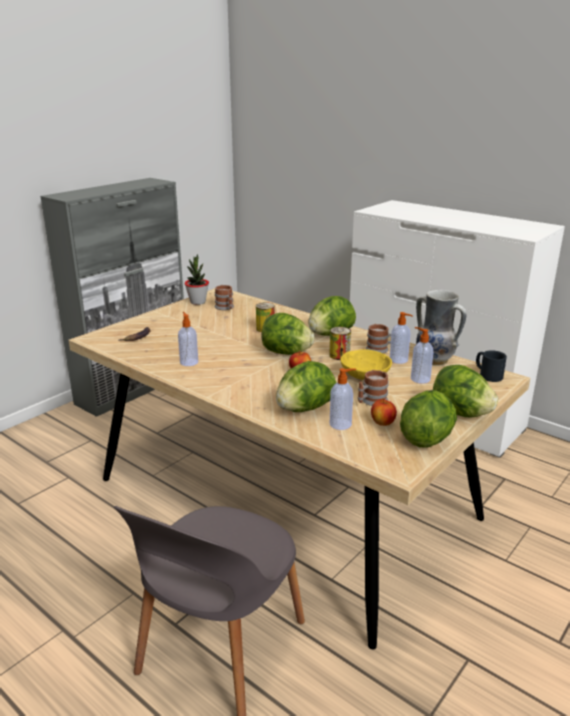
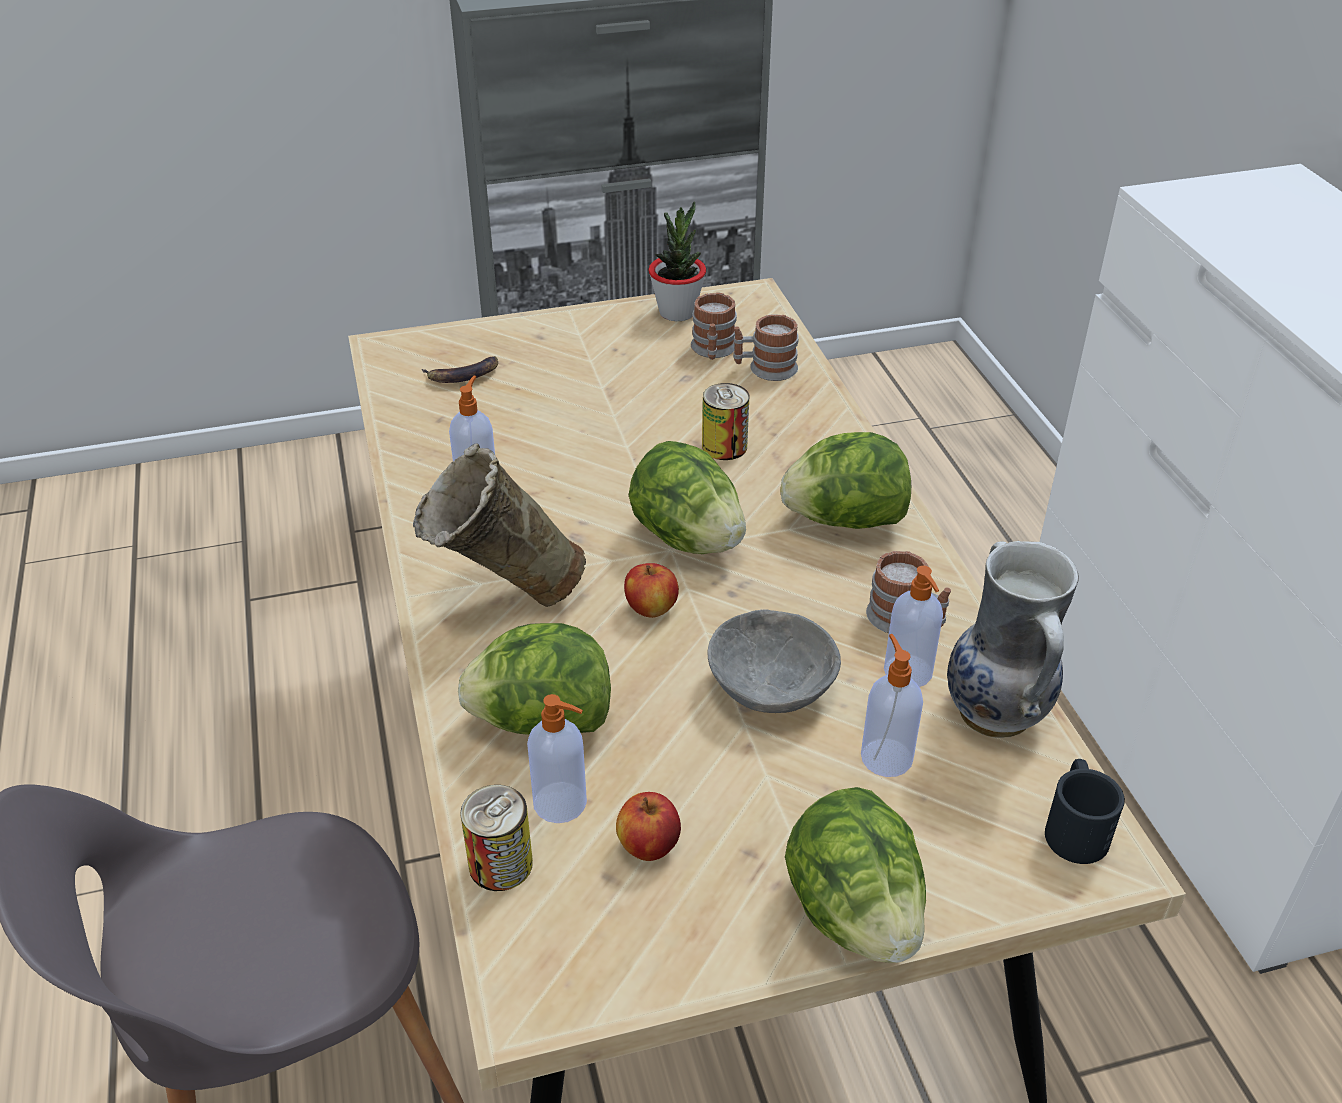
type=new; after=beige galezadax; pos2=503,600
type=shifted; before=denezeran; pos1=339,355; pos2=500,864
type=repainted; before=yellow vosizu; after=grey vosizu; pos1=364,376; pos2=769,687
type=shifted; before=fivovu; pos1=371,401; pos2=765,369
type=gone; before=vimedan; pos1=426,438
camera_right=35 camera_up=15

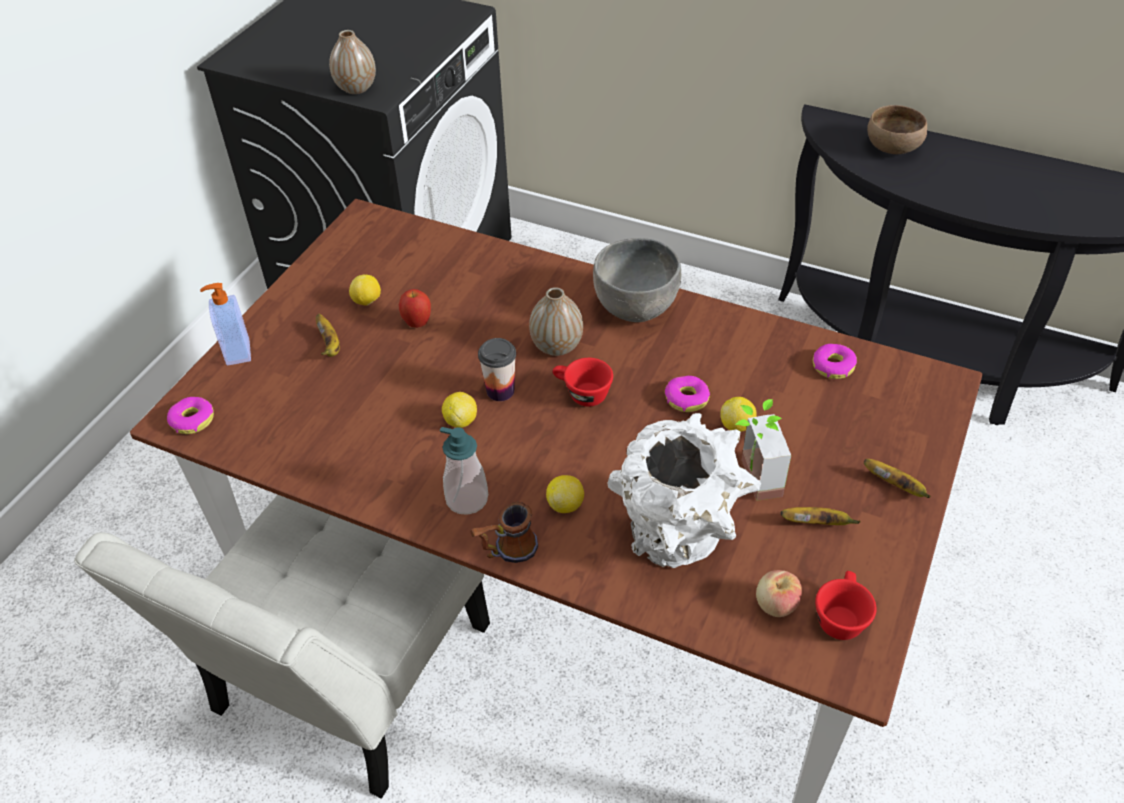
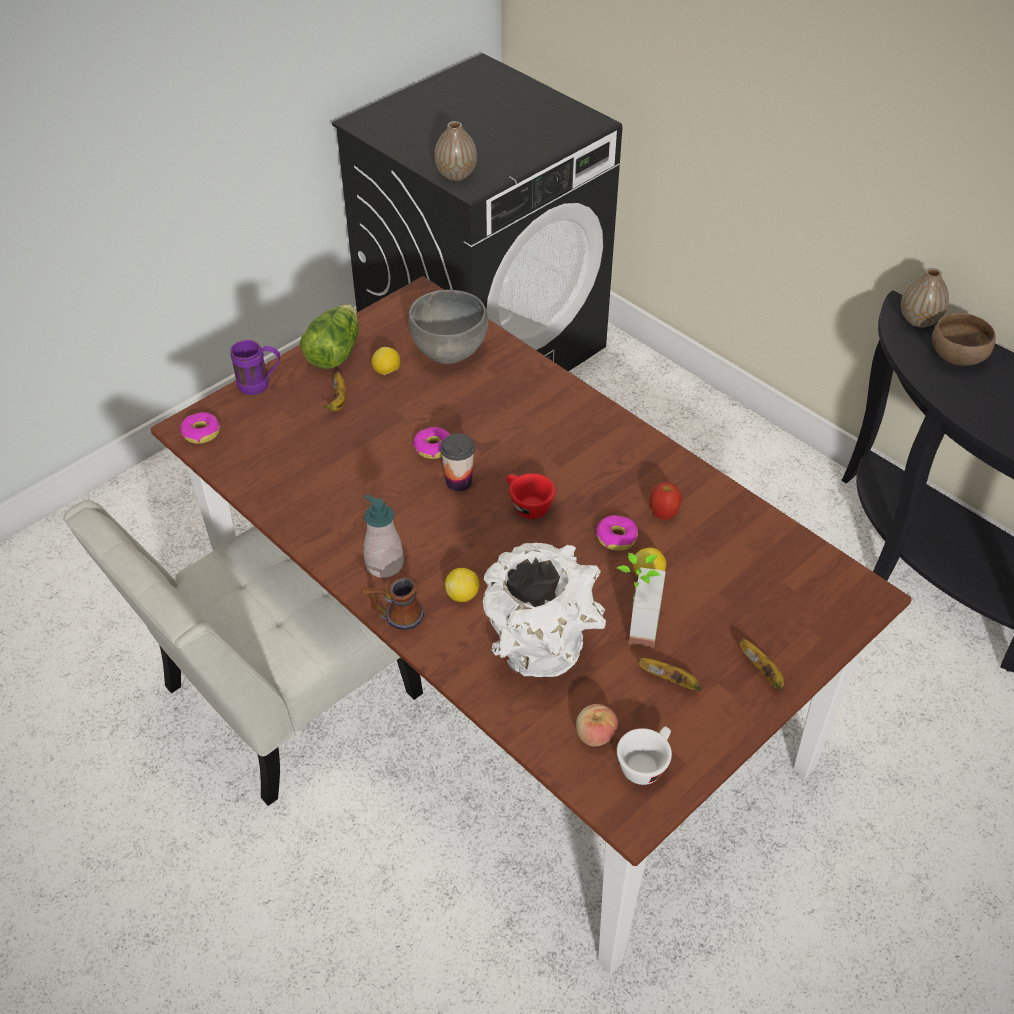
type=swapped; before=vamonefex; after=purple fivovu; pos1=236,352; pos2=261,386
type=new; after=vimedan; pos2=334,352
type=shifted; before=grey vosizu; pos1=635,309; pos2=448,352
type=shifted; before=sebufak; pos1=832,366; pos2=433,447
type=repainted; before=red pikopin; after=white pikopin; pos1=840,616; pos2=645,763
type=shifted; before=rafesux; pos1=417,323; pos2=663,514
type=shifted; before=galezadax; pos1=557,346; pos2=919,320
type=gone; before=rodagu; pos1=460,421
camera_right=20 camera_up=0

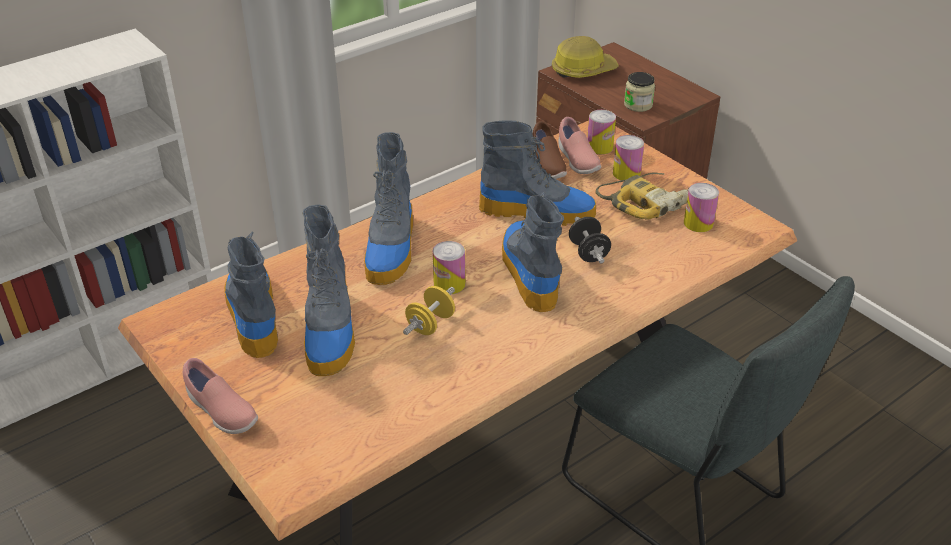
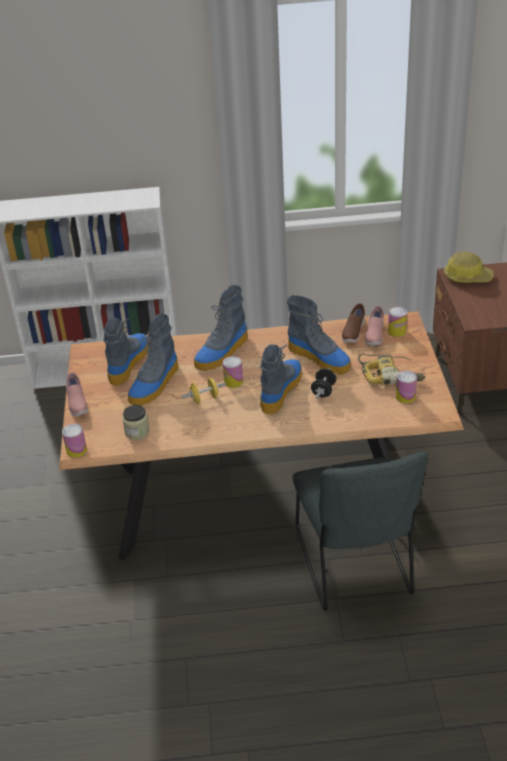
type=shifted; before=denezeran; pos1=626,173; pos2=76,450
type=shifted; before=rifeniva; pos1=638,105; pos2=137,432
camera_right=35 camera_up=0

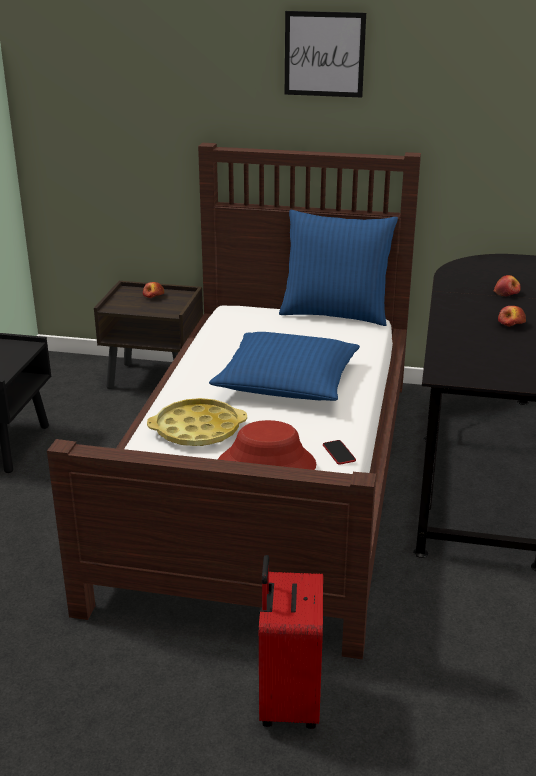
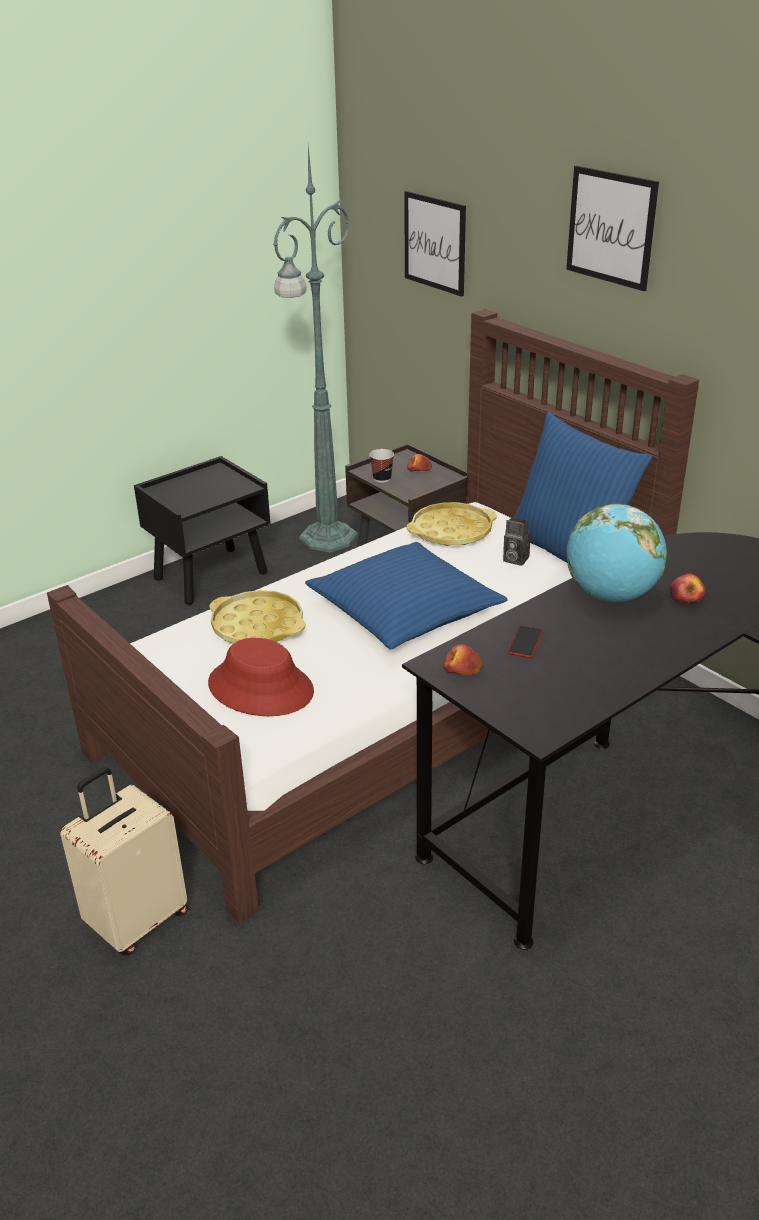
type=repainted; before=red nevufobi; after=beige nevufobi; pos1=287,701; pos2=137,920
type=new; after=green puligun; pos2=325,539
type=new; after=pikopin; pos2=382,478
type=new; after=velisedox; pos2=435,243
type=new; after=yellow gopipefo; pos2=451,531
type=shifted; before=rafesux; pos1=511,324; pos2=462,670
type=new; after=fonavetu; pos2=514,559
type=shifted; before=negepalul; pos1=339,453; pos2=525,642
type=new; after=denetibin; pos2=611,595
camera_right=40 camera_up=5

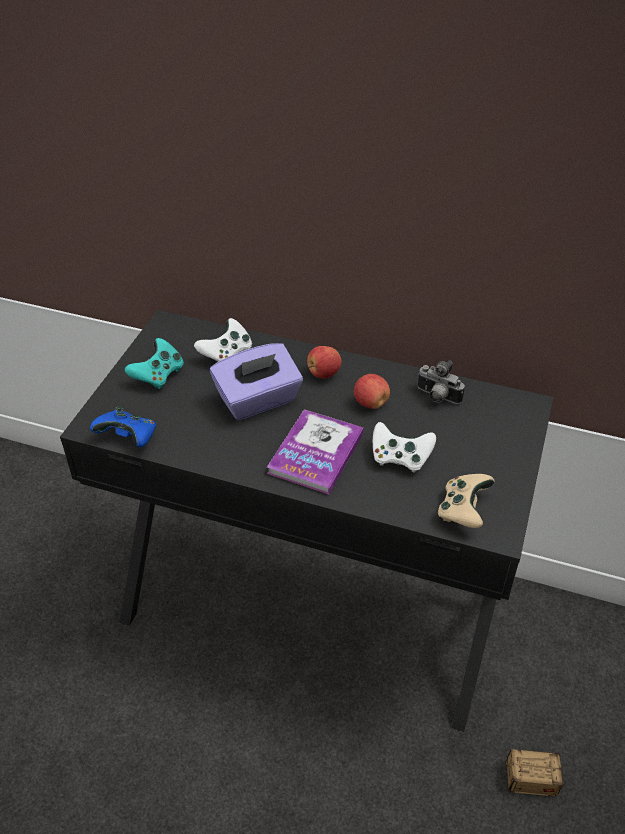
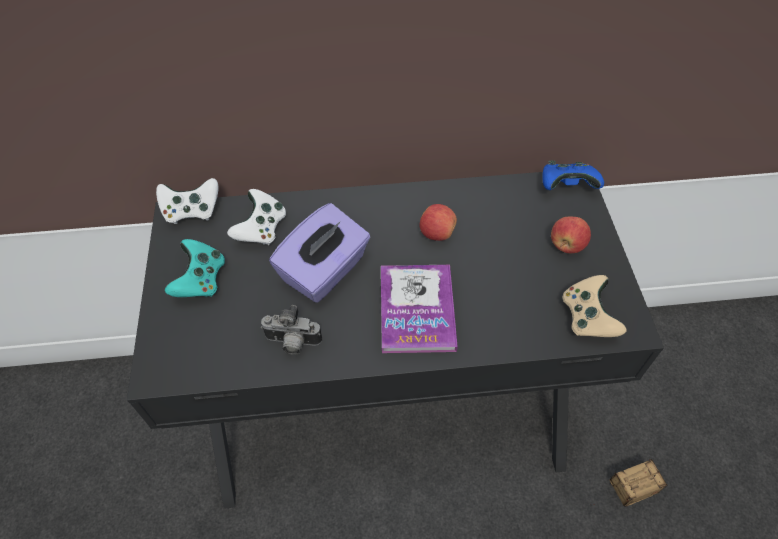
type=shifted; before=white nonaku; pos1=400,458; pos2=191,211
type=shifted; before=fonavetu; pos1=437,397; pos2=292,343
type=shifted; before=blue nonaku; pos1=129,438; pos2=566,186
type=shifted; before=rafesux; pos1=323,373; pos2=566,245
camera_right=-25 camera_up=10

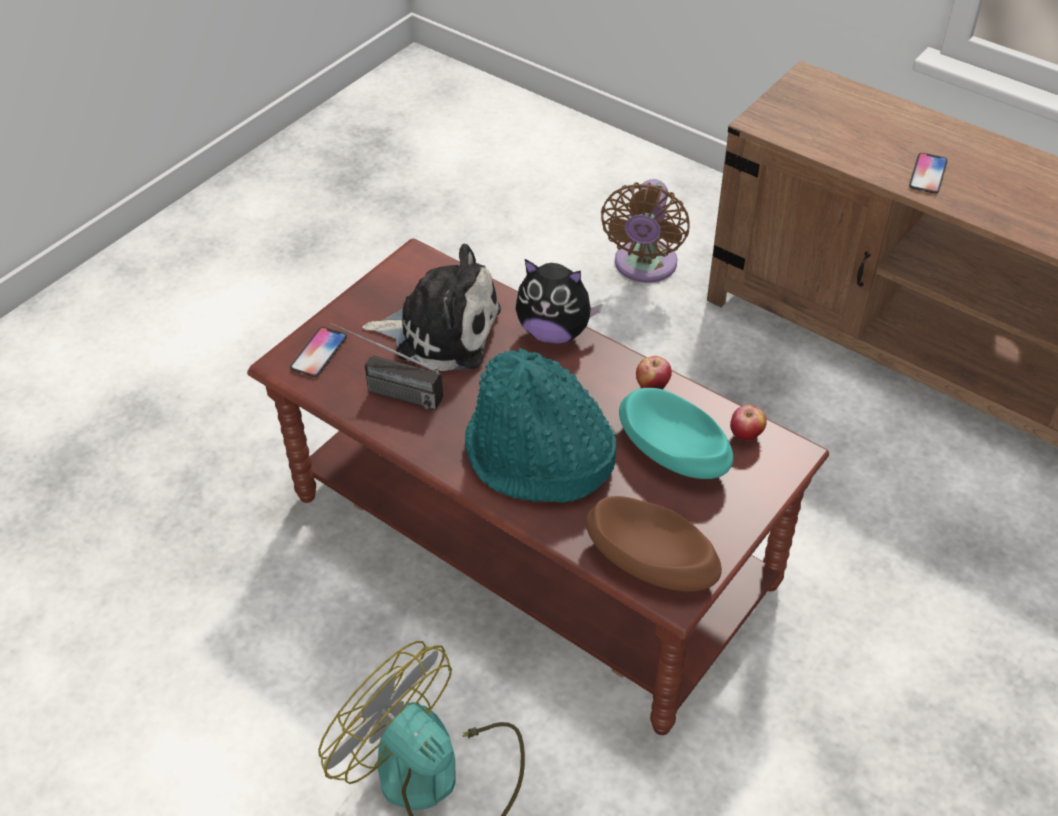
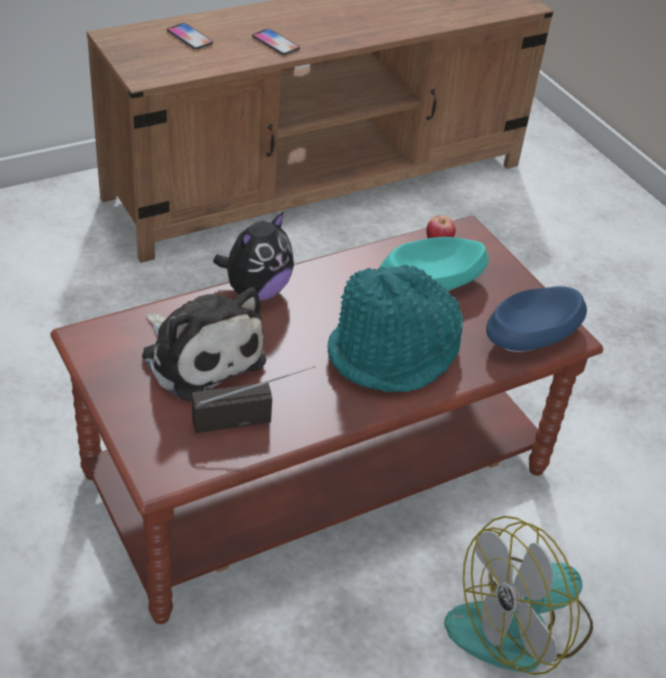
type=rotated; before=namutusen; pos1=441,331; pos2=200,355; turn=105
type=shifted; before=negepalul; pos1=319,353; pos2=189,37
type=rotated; before=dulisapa; pos1=386,391; pos2=251,417; turn=-150
type=repainted; before=brown vosizu; after=blue vosizu; pos1=649,561; pos2=532,336
type=gone; before=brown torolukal; pos1=644,266
type=gone; before=rafesux; pos1=652,387
camera_right=-70 camera_up=-5

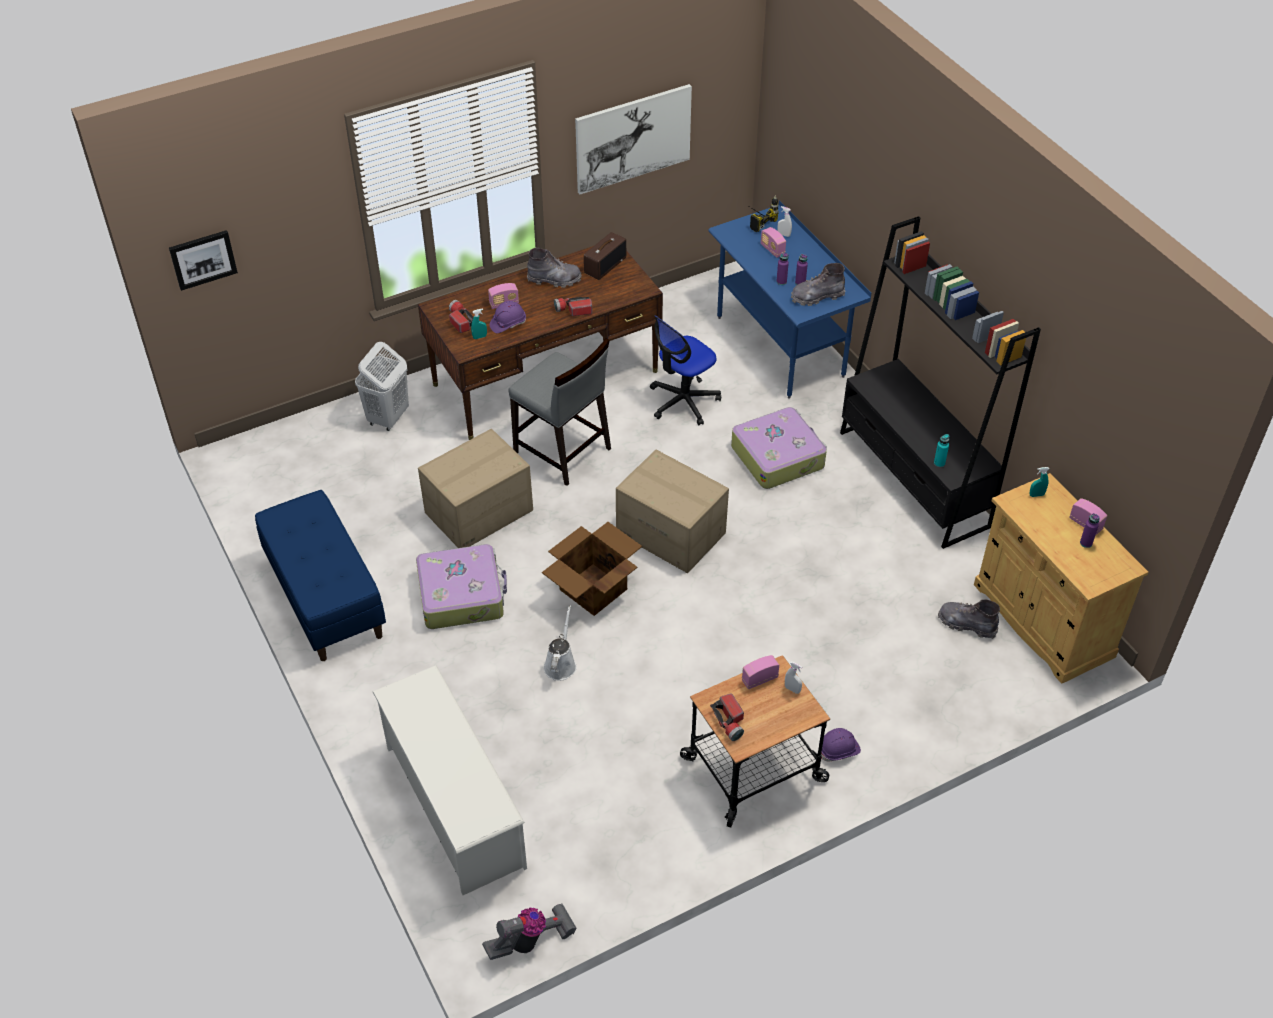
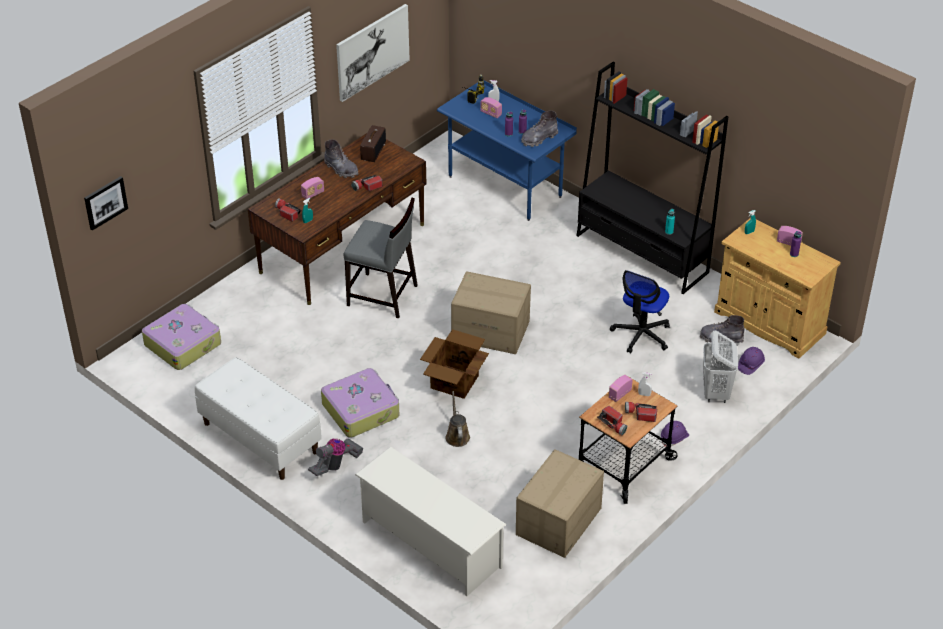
type=shifted; before=nevufobi; pos1=778,456; pos2=183,344
type=repainted; before=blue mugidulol; after=white mugidulol; pos1=324,598; pos2=259,438
type=shifted; before=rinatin; pos1=531,941; pos2=336,465
type=rotated; before=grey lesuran; pos1=554,280; pos2=341,169; turn=60
type=repainted; before=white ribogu; after=brown ribogu; pos1=560,664; pos2=457,435
type=shifted; before=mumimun; pos1=479,512; pos2=559,522
type=shifted; before=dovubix; pos1=683,401; pos2=641,335
type=new; after=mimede; pos2=640,414
type=shifted; before=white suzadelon; pos1=388,418; pos2=716,393
type=shifted; before=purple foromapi; pos1=508,324; pos2=750,365
camera_right=-20 camera_up=-5

